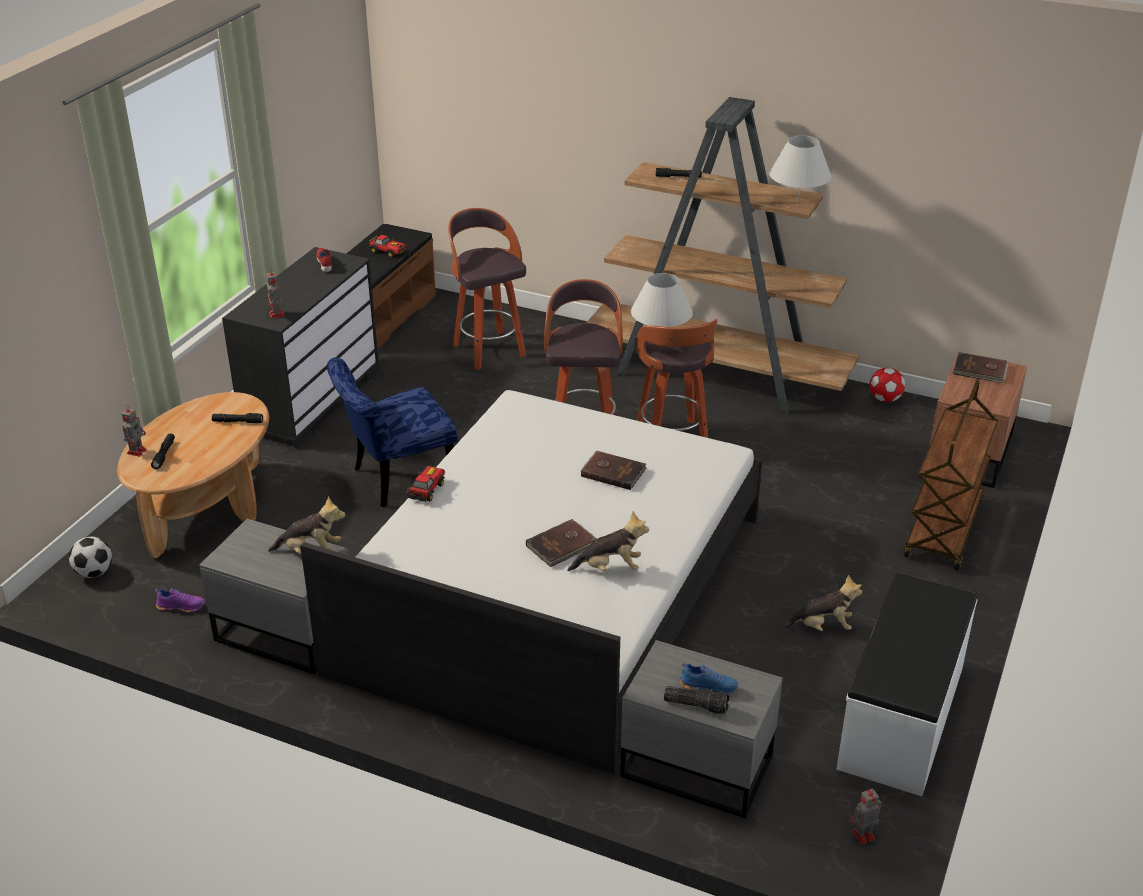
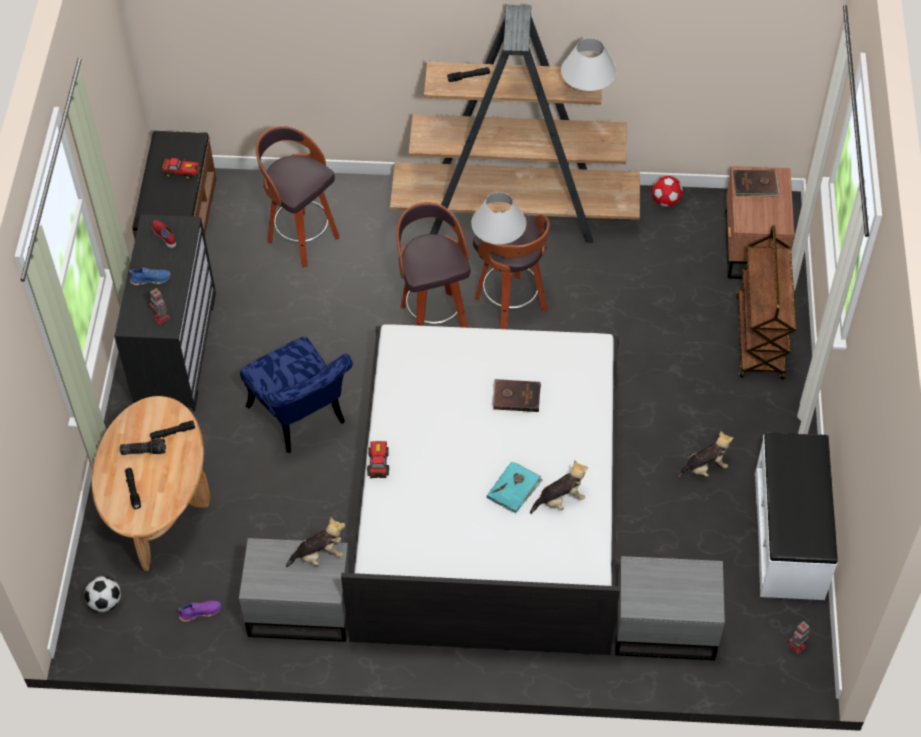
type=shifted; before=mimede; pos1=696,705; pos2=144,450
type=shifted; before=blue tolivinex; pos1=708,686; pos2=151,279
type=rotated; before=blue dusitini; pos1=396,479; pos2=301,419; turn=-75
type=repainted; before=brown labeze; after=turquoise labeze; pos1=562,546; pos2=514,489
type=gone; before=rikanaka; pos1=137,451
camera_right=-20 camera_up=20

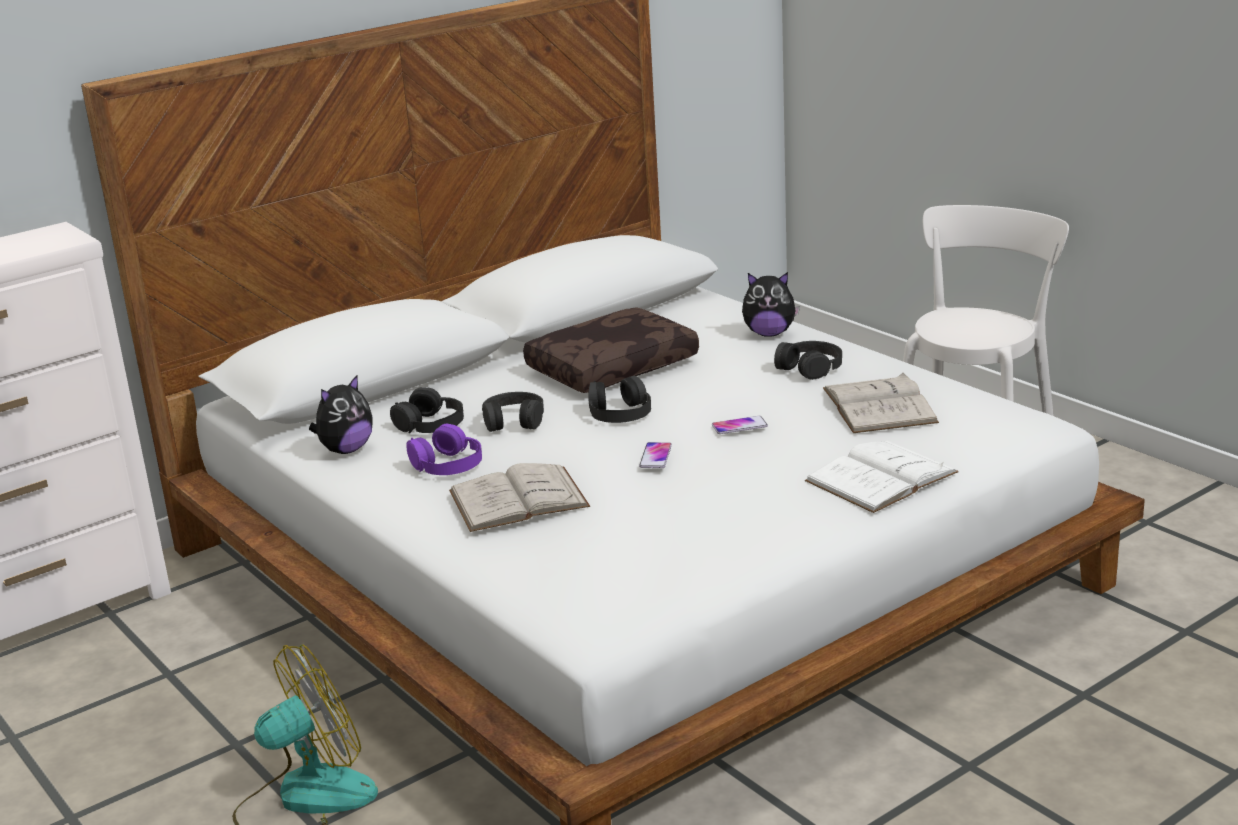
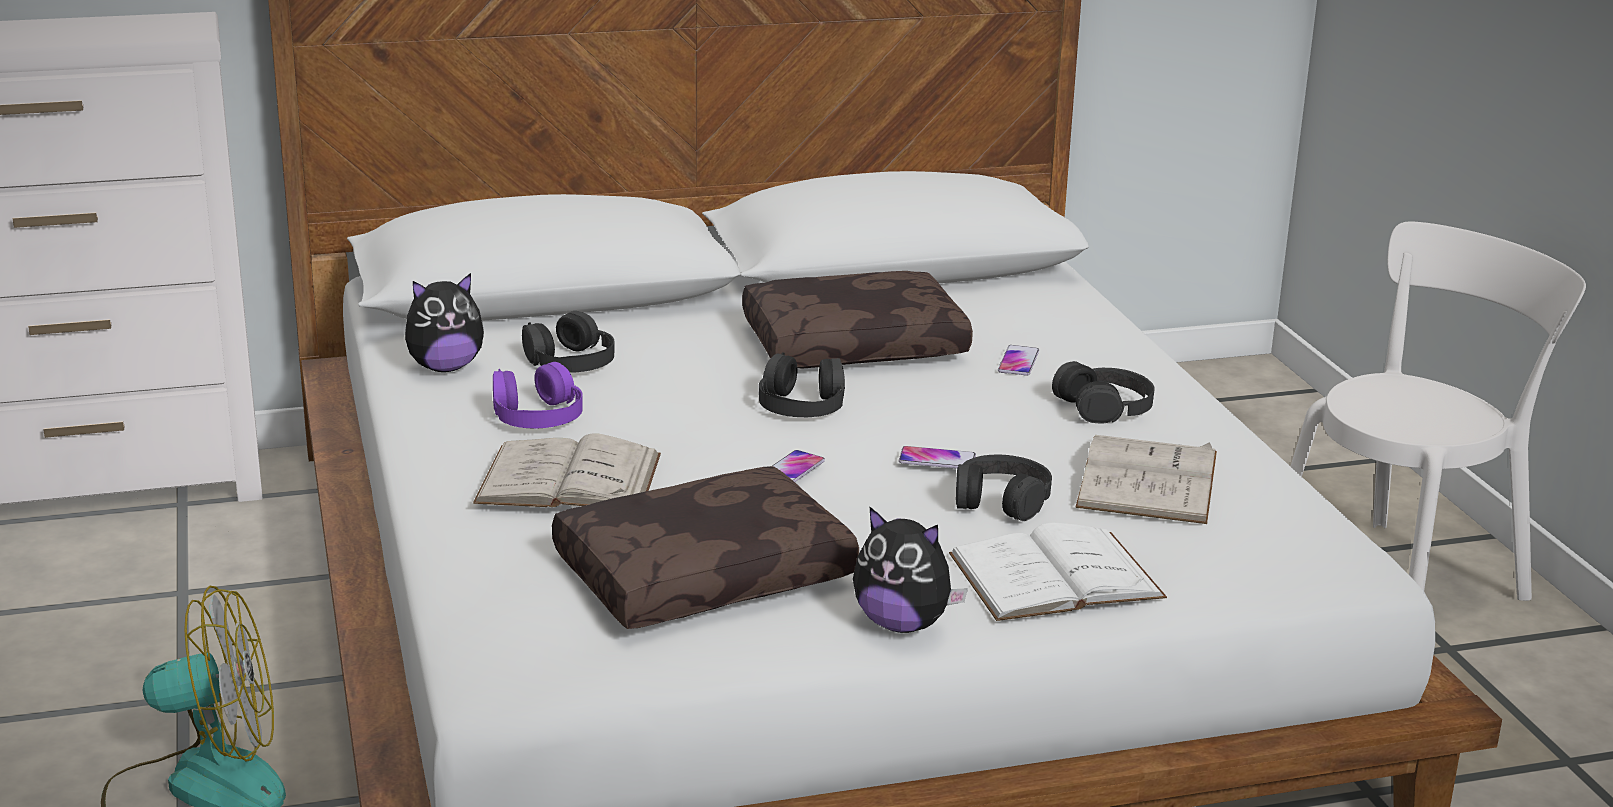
type=new; after=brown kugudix; pos2=704,573
type=shifted; before=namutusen; pos1=769,333; pos2=903,624
type=shifted; before=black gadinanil; pos1=513,420; pos2=1001,500
type=new; after=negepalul; pos2=1018,362
camera_right=20 camera_up=0

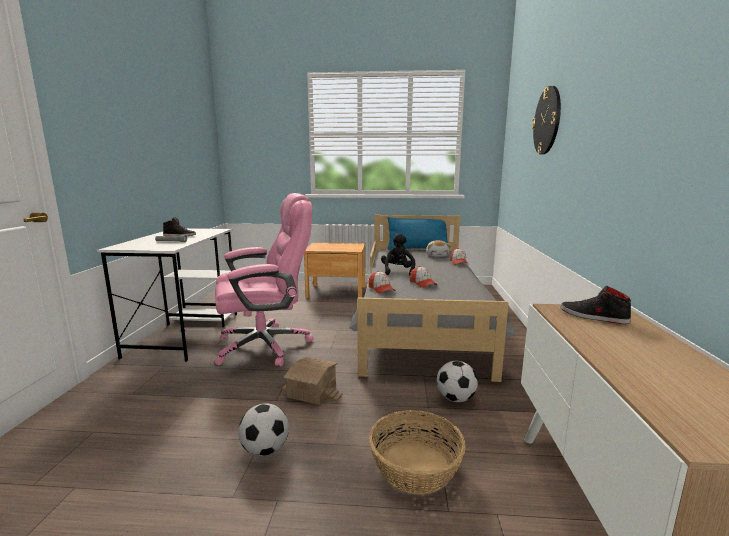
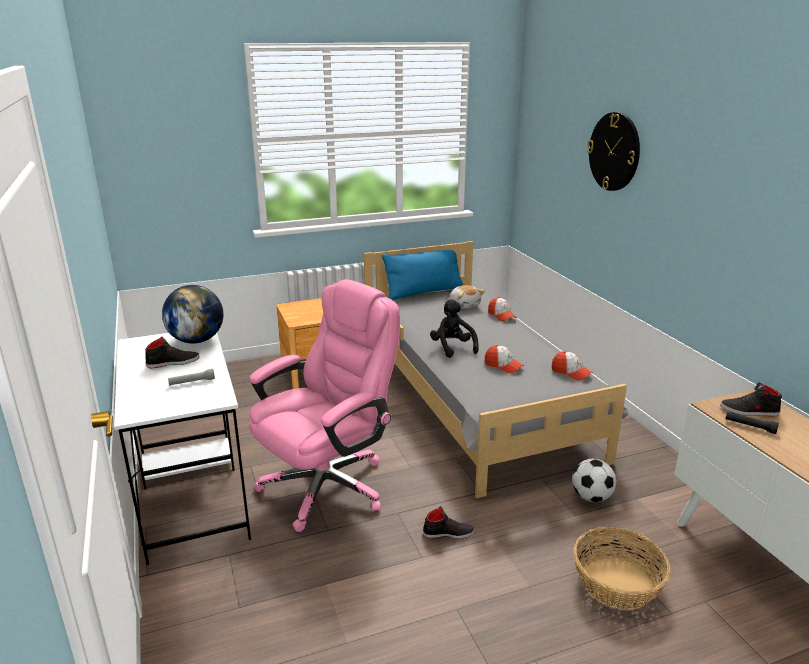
type=new; after=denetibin; pos2=196,340
type=swapped; before=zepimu; after=black tolivinex; pos1=312,391; pos2=448,533
type=shifted; before=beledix; pos1=381,289; pos2=571,372
type=new; after=black mimede; pos2=750,426
type=gone; before=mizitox; pos1=265,450
camera_right=-25 camera_up=10

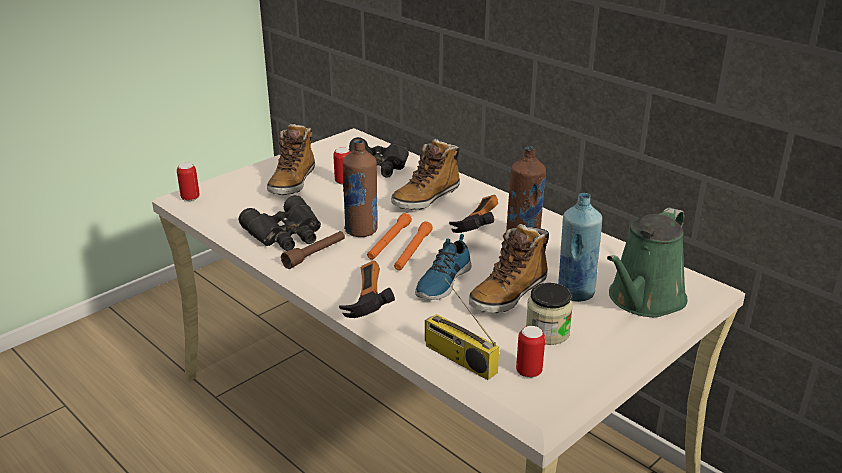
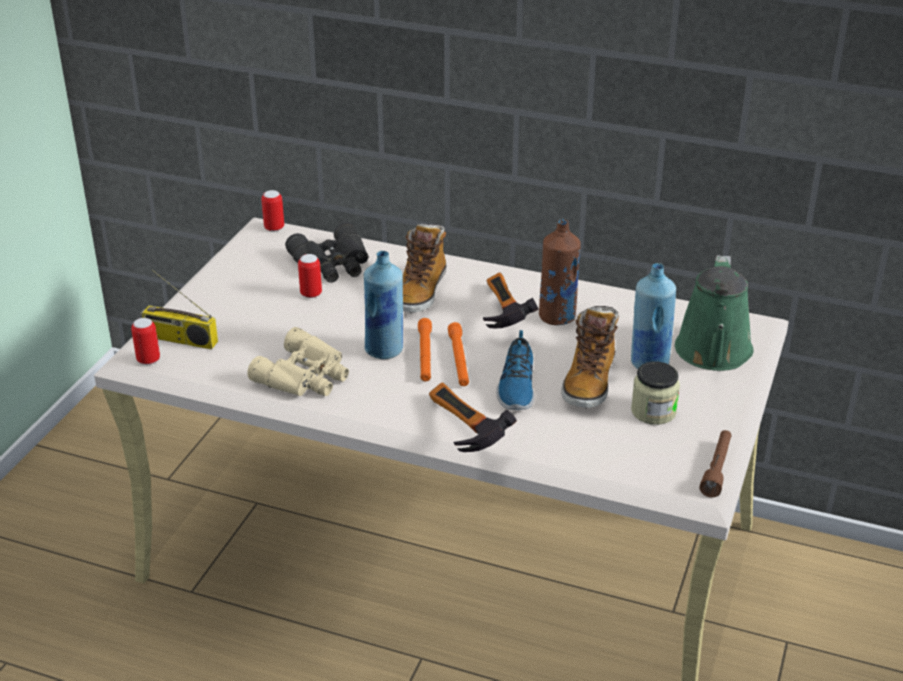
type=shifted; before=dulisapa; pos1=458,359; pos2=179,339
type=repainted; before=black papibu; after=beige papibu; pos1=286,234; pos2=306,376
type=shifted; before=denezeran; pos1=529,372; pos2=274,228
type=repainted; before=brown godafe; after=blue godafe; pos1=361,231; pos2=384,350
type=shifted; before=brown mimede; pos1=315,255; pos2=717,469
type=gone; before=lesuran; pos1=292,182
camera_right=-25 camera_up=5

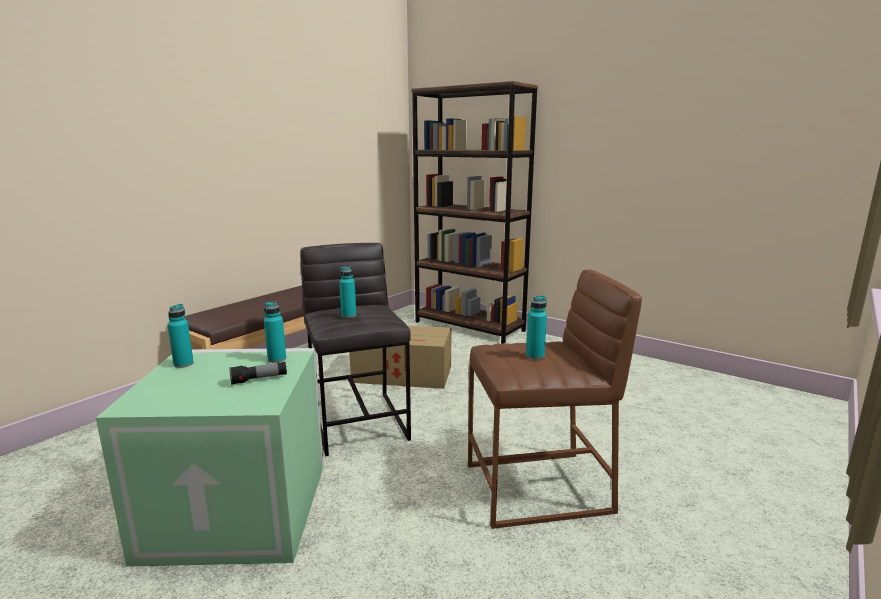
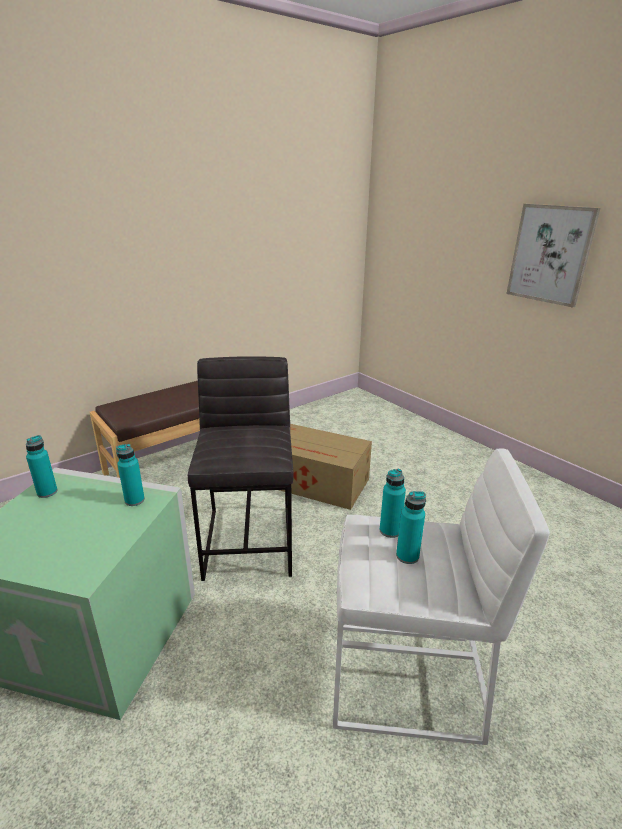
type=repainted; before=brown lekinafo; after=white lekinafo; pos1=539,488; pos2=406,681
type=shifted; before=turquoise godafe; pos1=348,315; pos2=390,531
type=new; after=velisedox; pos2=550,254
type=gone; before=mimede; pos1=259,380
type=gone; before=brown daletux; pos1=469,326
camera_right=15 camera_up=10

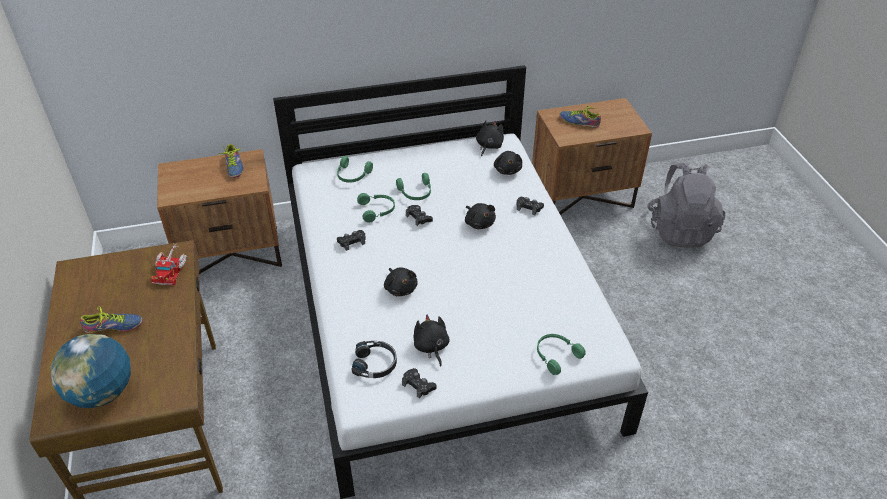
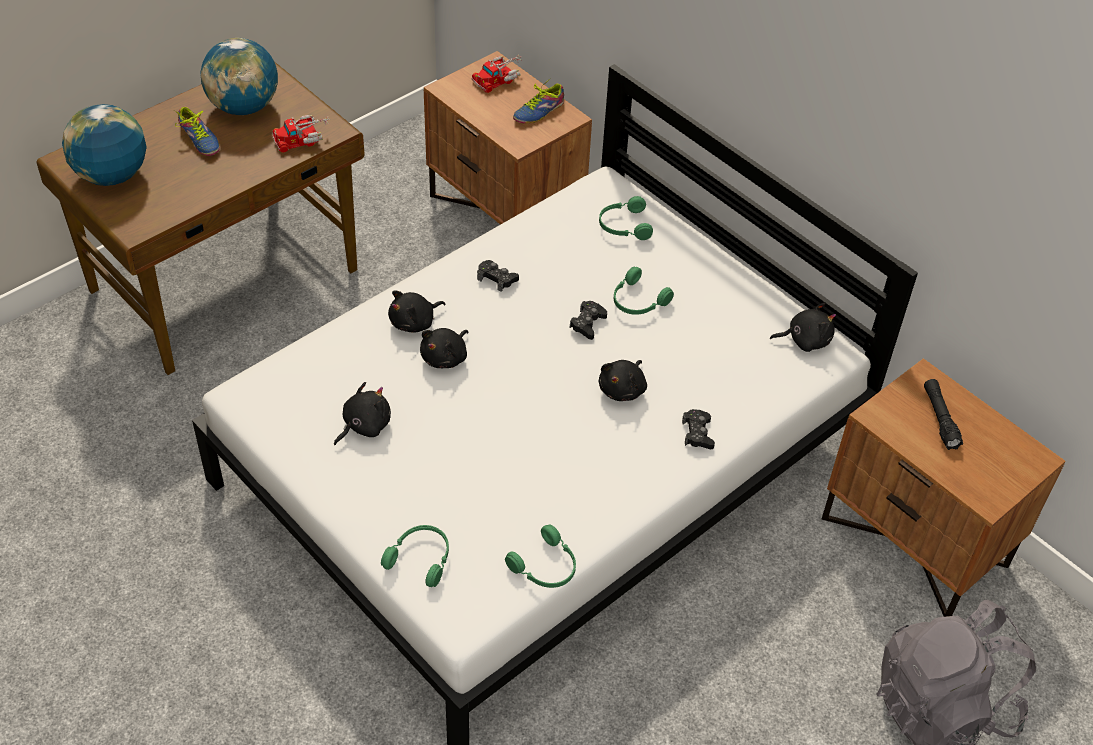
type=new; after=denetibin; pos2=244,107
type=shifted; before=black namutusen; pos1=507,170; pos2=414,322
type=new; after=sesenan; pos2=499,78
type=shifted; before=green gadinanil; pos1=377,210; pos2=546,567
type=swapped; before=tolivinex; after=black mimede; pos1=579,121; pos2=940,419
type=gone; before=black gadinanil; pos1=375,363
type=gone; before=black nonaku; pos1=418,385
camera_right=60 camera_up=5

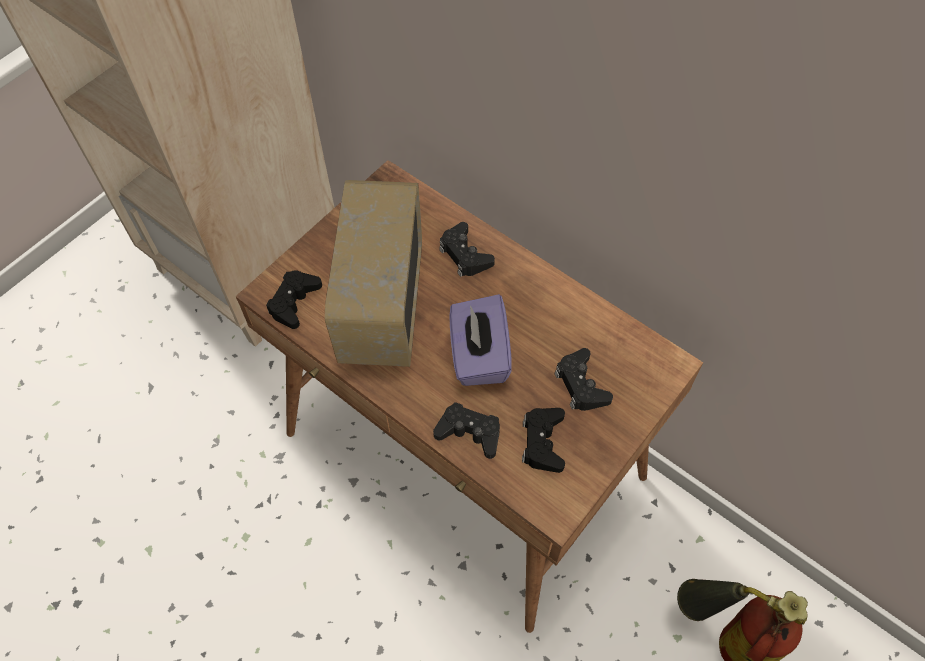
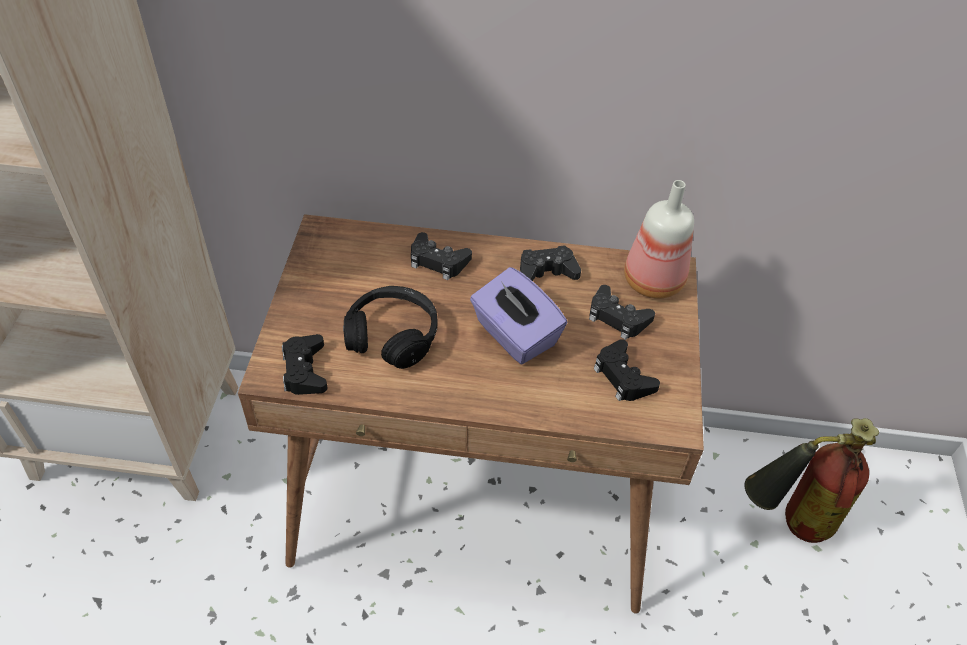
type=swapped; before=dulisapa; after=black gadinanil; pos1=380,305; pos2=392,335
type=shifted; before=black nonaku; pos1=469,433; pos2=546,271
type=new; after=godafe; pos2=651,281
camera_right=-35 camera_up=-10

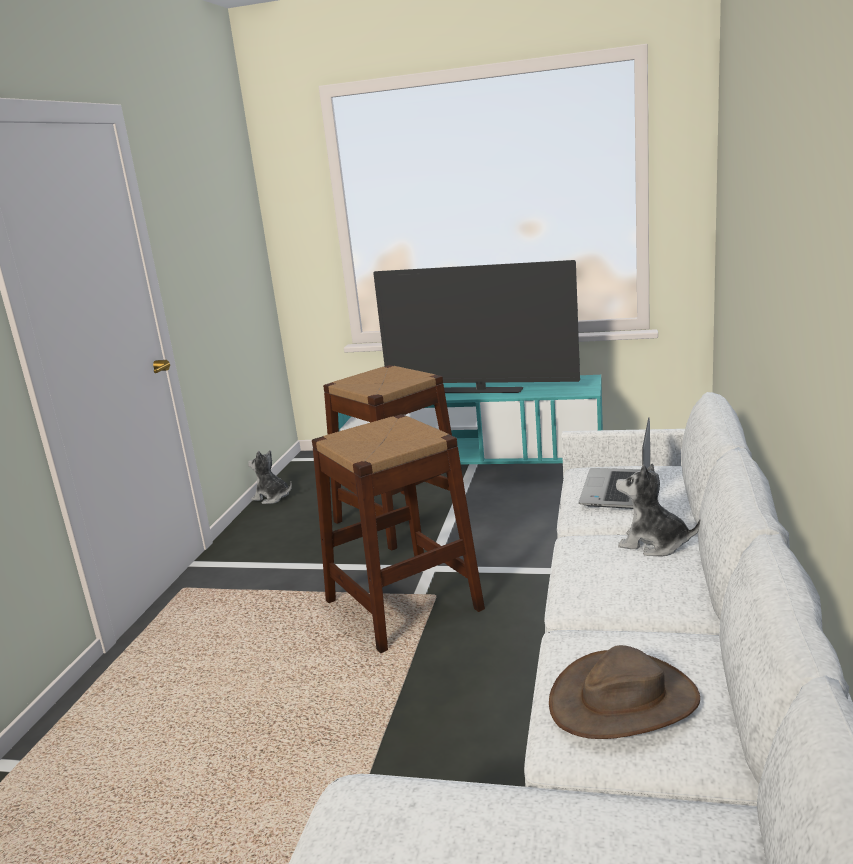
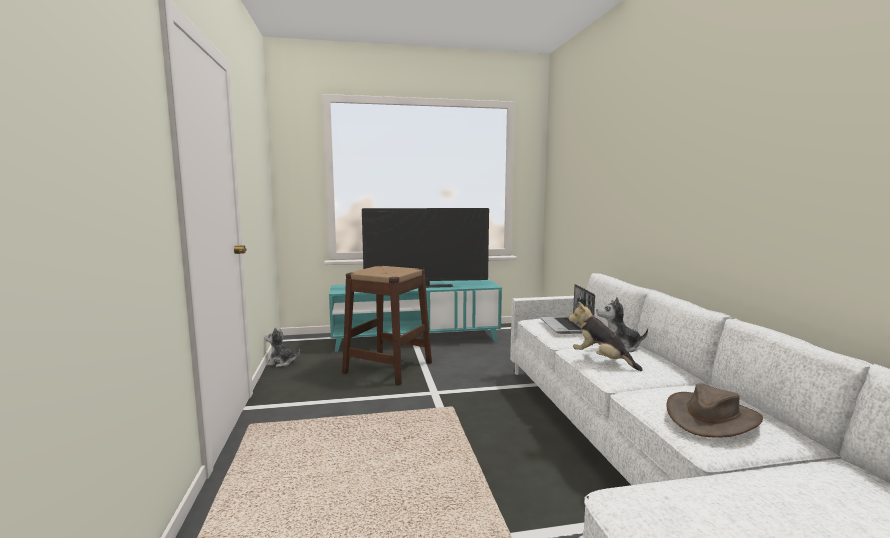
type=new; after=namutusen; pos2=601,360
type=gone; before=brown lekinafo; pos1=403,605
camera_right=-25 camera_up=-10

